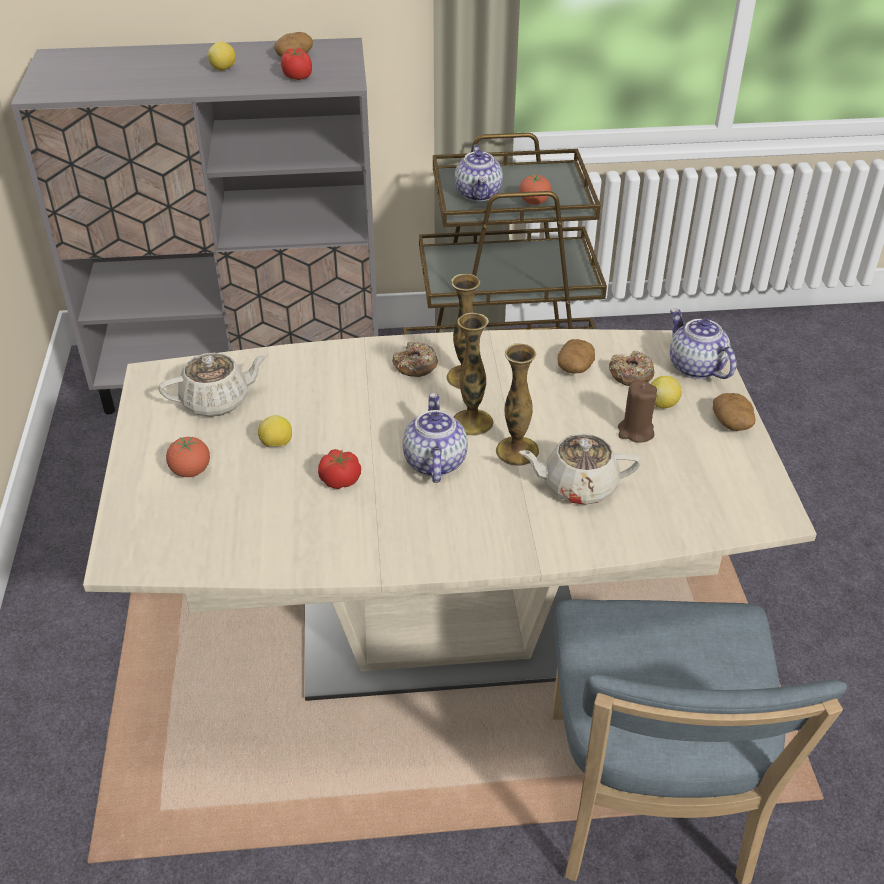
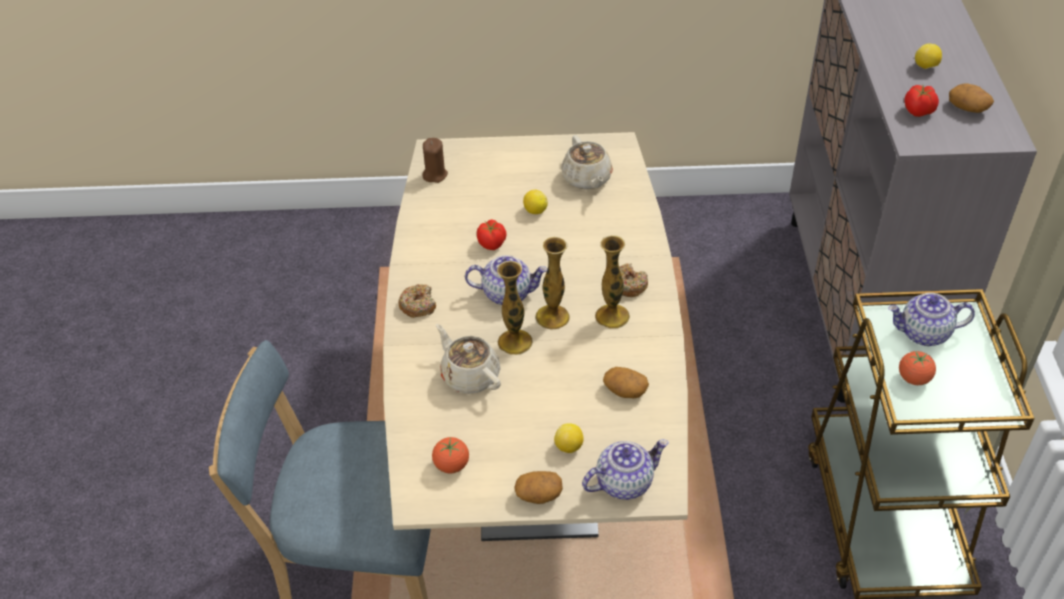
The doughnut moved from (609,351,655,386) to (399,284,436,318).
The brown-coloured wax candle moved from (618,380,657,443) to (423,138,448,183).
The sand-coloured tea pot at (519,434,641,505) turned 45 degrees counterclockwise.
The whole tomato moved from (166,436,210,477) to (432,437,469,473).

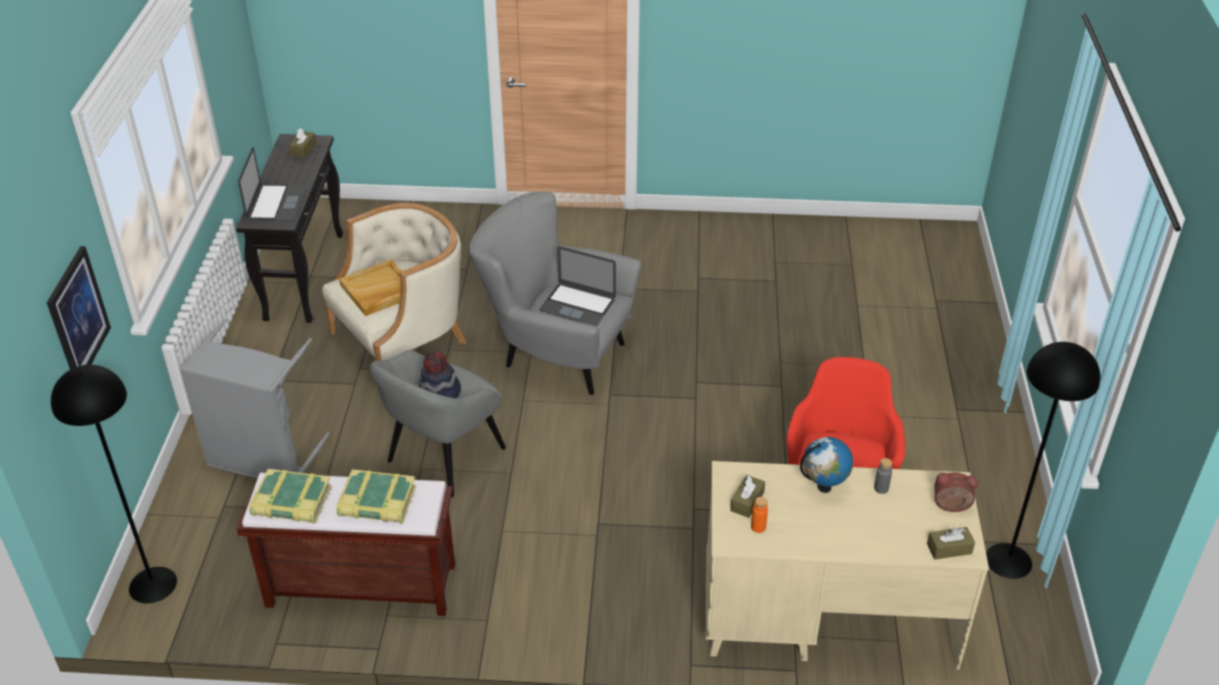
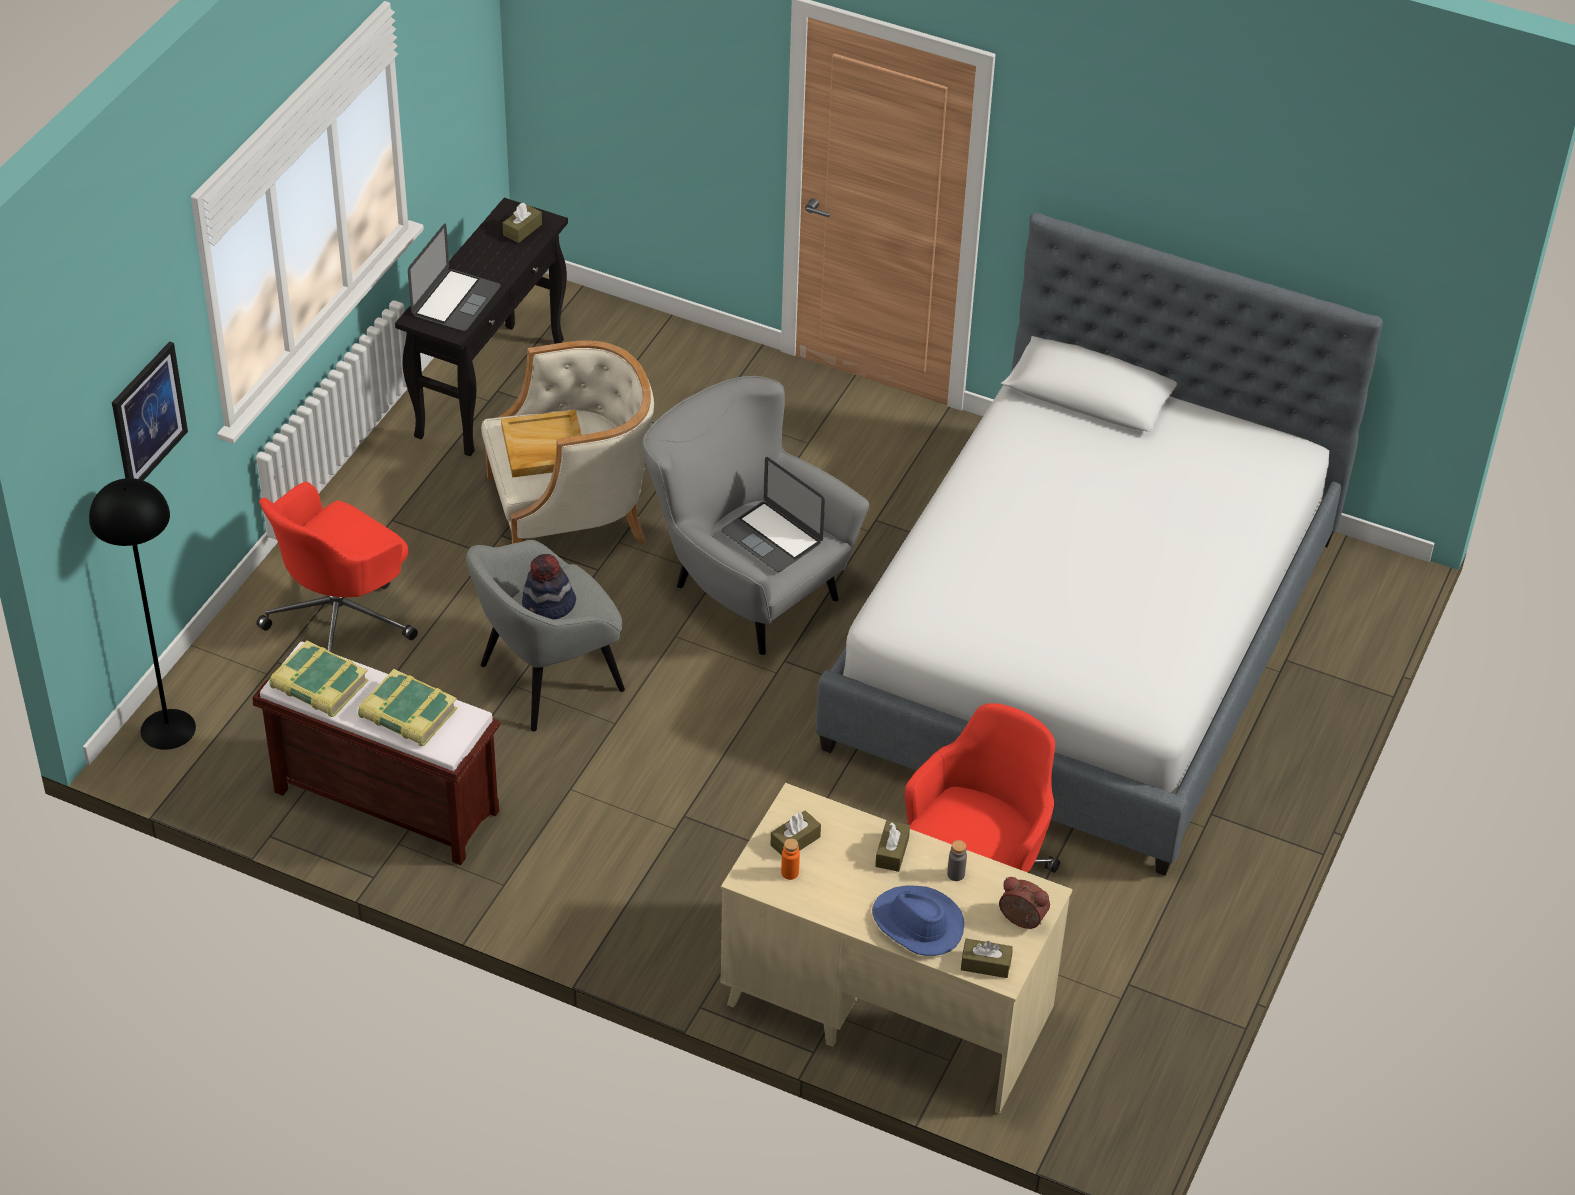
The grey hamper at (180,319,330,479) was replaced by the reddish desk chair at (256,482,418,652).
The black standard lamp at (986,342,1101,579) disappeared.
The world globe at (800,437,853,493) was replaced by the brown-coloured box of tissues at (875,820,910,872).
The bed at (816,213,1383,876) appeared.
The bluish hat at (872,885,964,956) appeared.

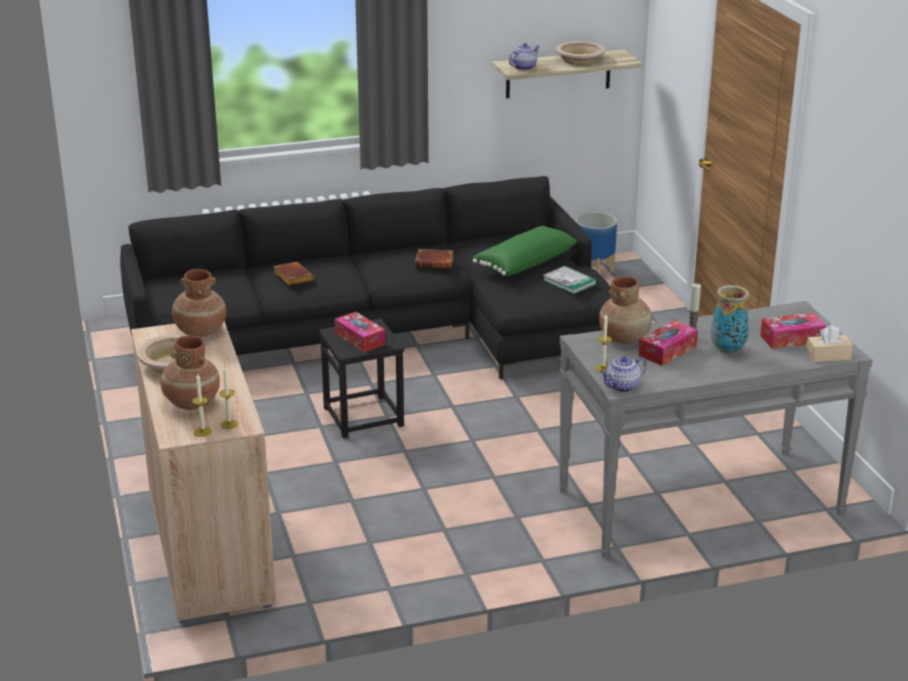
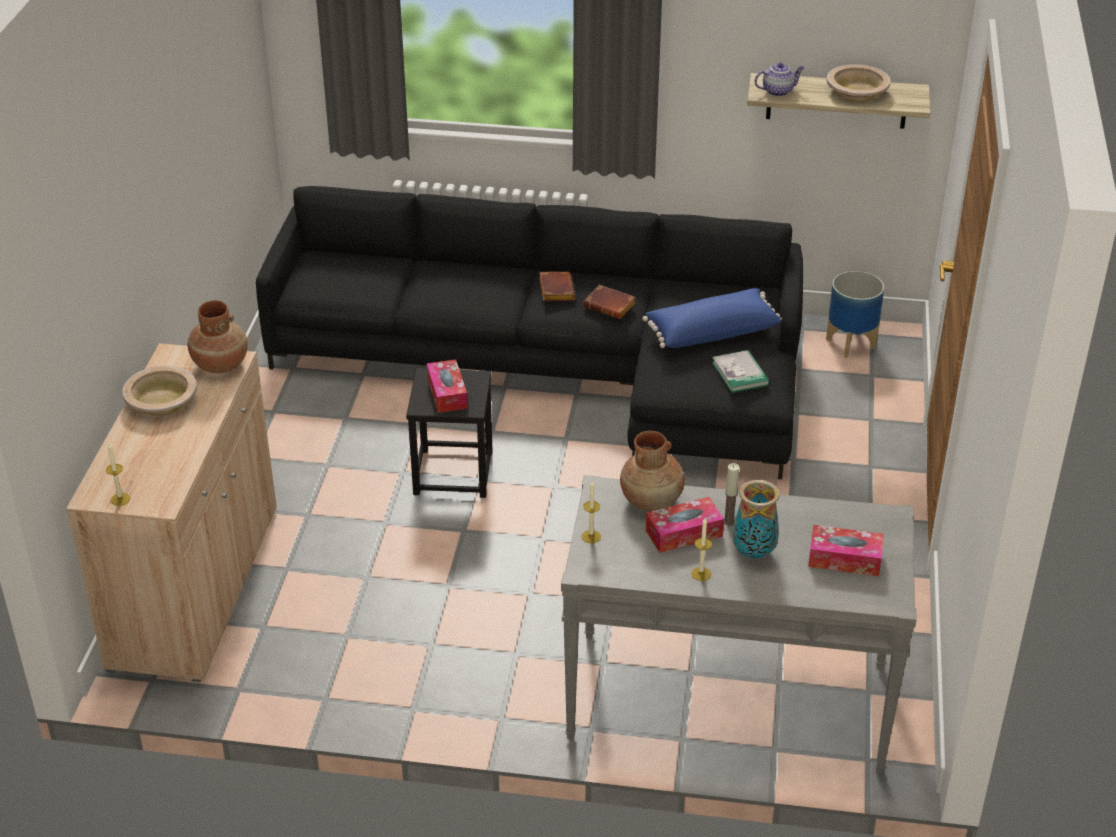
The greenish pillow at (473,226,577,276) became the bluish pillow at (643,288,782,348).
The brown-coloured bound book moved from (273,262,314,286) to (539,272,576,301).
The sand-coloured box of tissues at (806,325,853,362) disappeared.
The brown-coloured vase at (160,336,220,410) disappeared.
The tea pot at (600,356,647,392) disappeared.
The wax candle moved from (219,367,238,429) to (691,518,712,581).

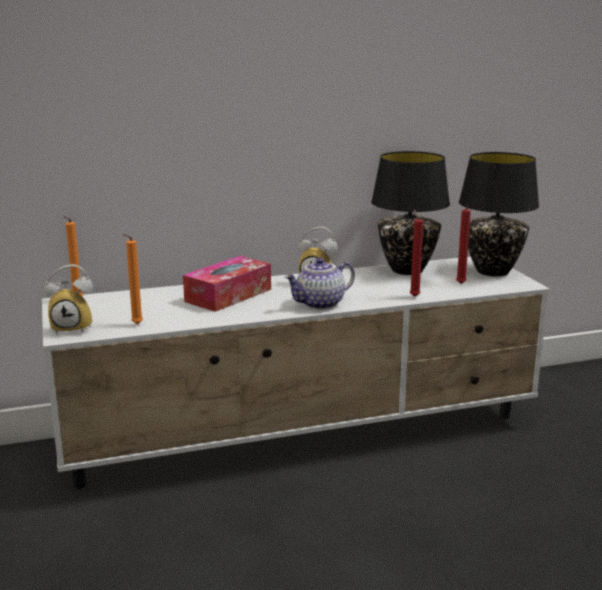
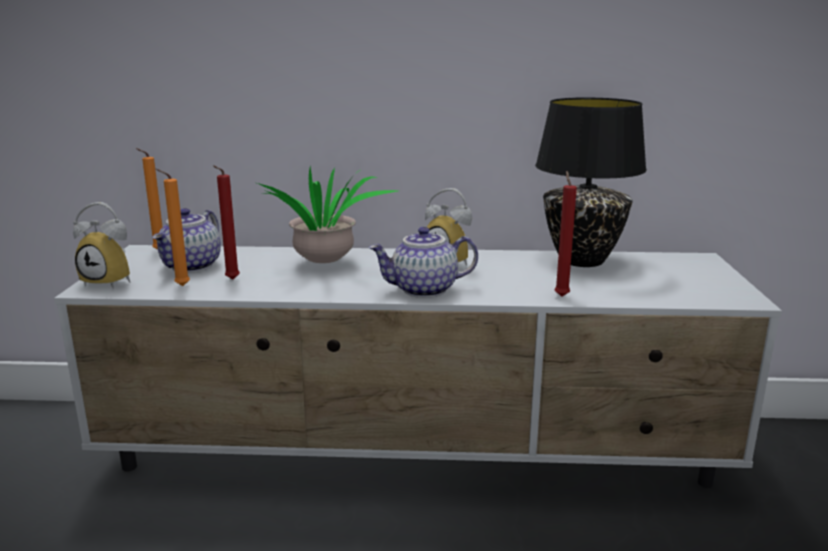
The black tabletop lamp at (459,152,539,276) disappeared.
The reddish wax candle moved from (456,204,471,284) to (213,165,240,280).
The box of tissues at (183,256,271,312) was replaced by the houseplant at (257,166,397,263).
The tea pot at (152,208,221,273) appeared.

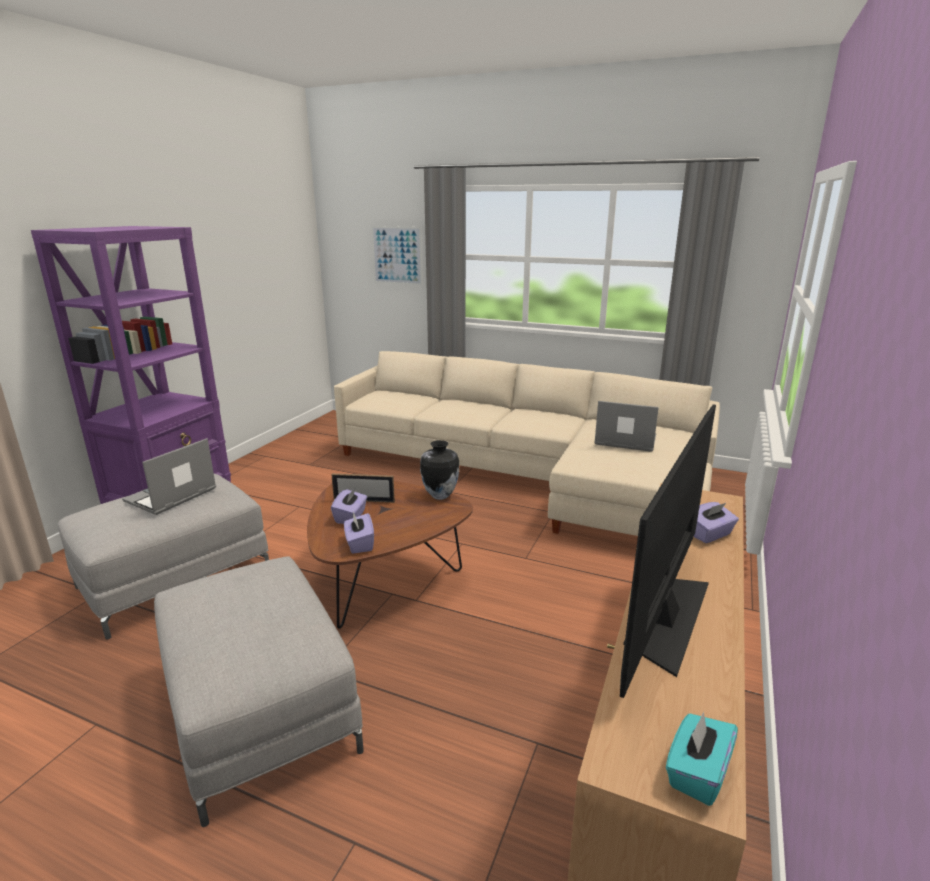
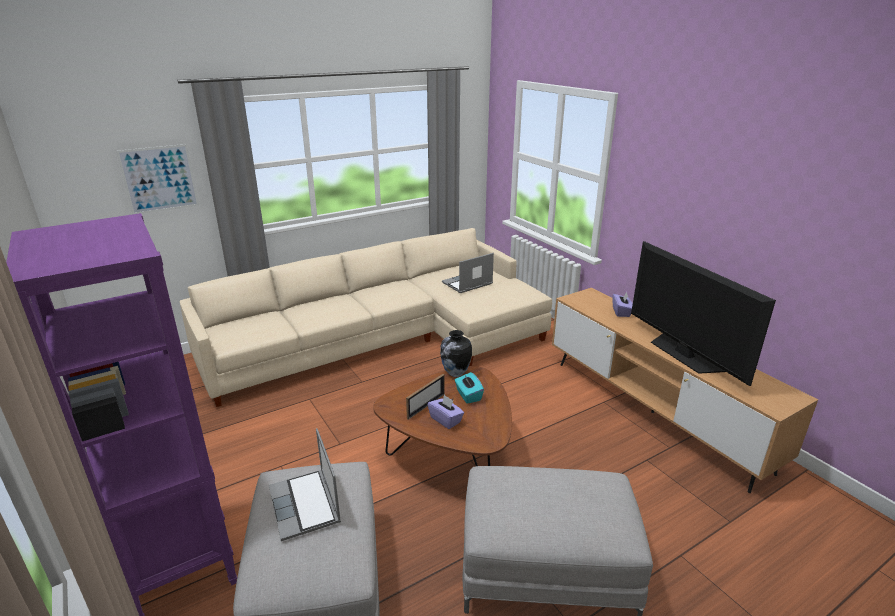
The purple-coloured box of tissues at (344,512,374,553) disappeared.
The turquoise box of tissues moved from (666,712,738,806) to (455,372,484,404).

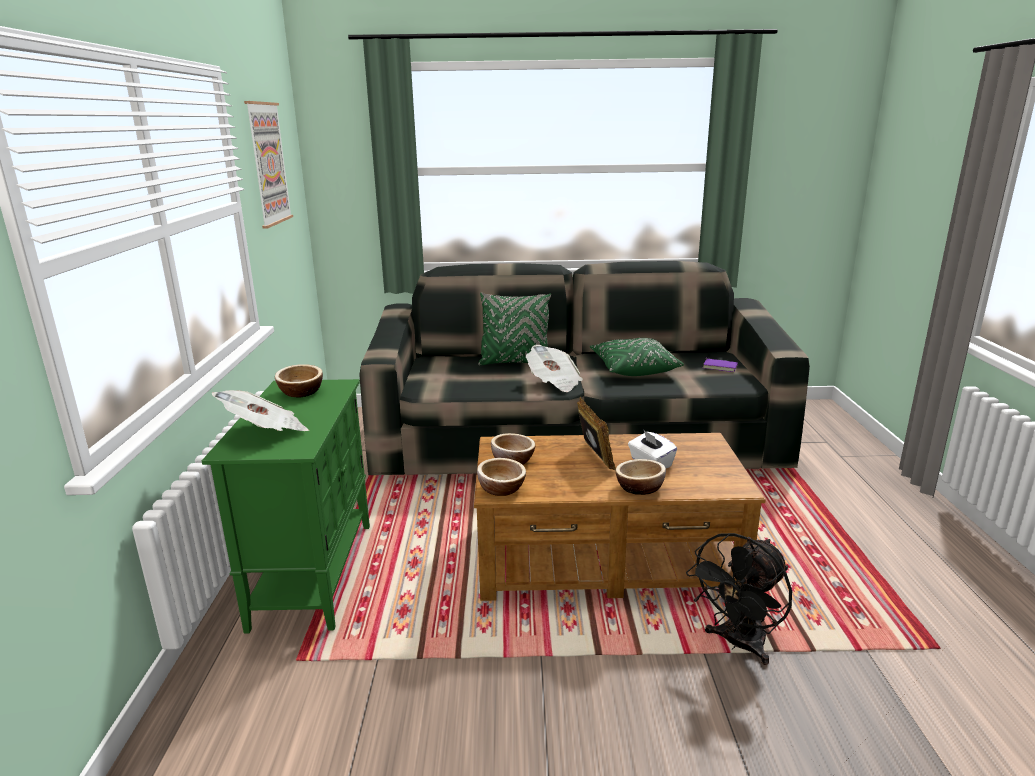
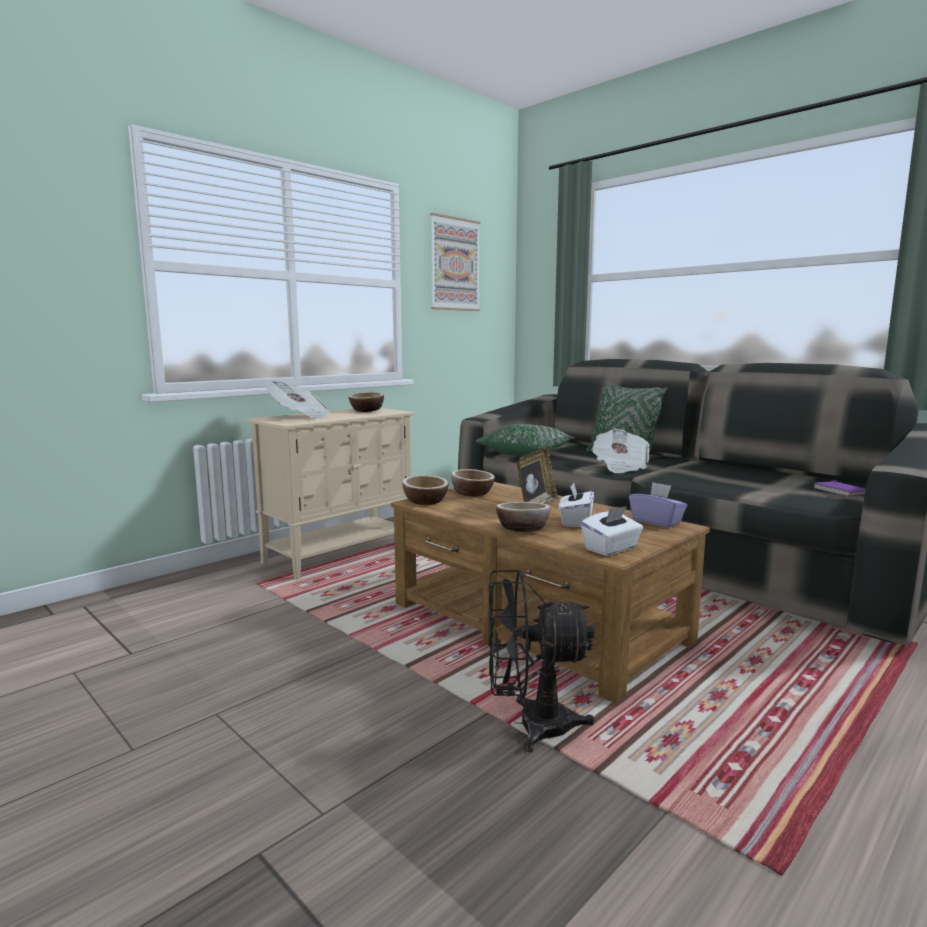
The greenish pillow moved from (590,338,684,376) to (475,424,575,456).
The greenish storage cabinet at (202,379,370,633) became the sand-coloured storage cabinet at (246,408,415,580).
The purple-coloured box of tissues at (629,482,687,528) appeared.
The white box of tissues at (581,506,643,556) appeared.

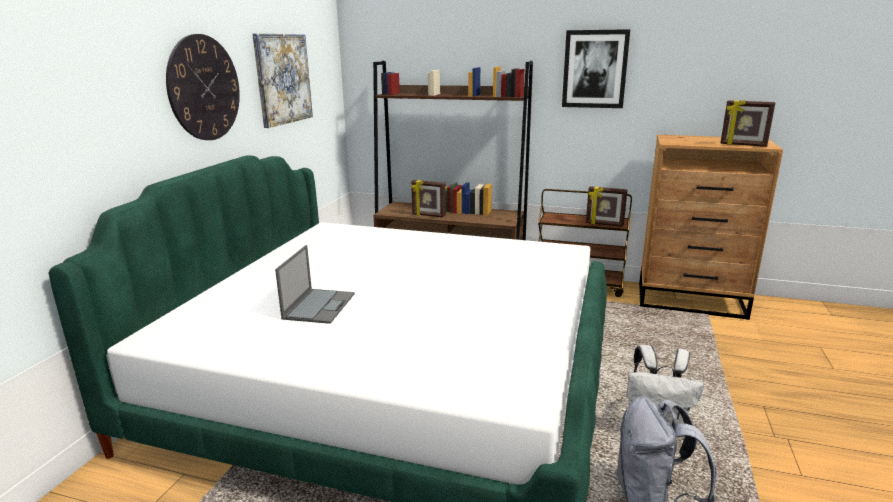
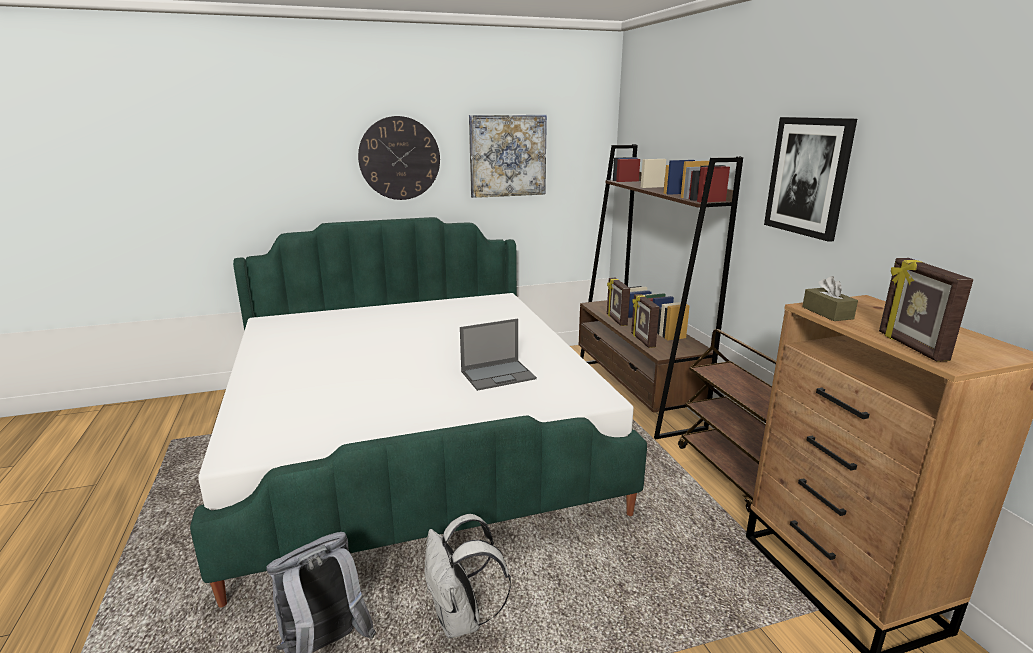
The picture frame moved from (586,186,627,227) to (631,294,659,348).
The laptop moved from (275,245,355,324) to (460,318,537,391).
The brown-coloured box of tissues at (802,276,858,321) appeared.

